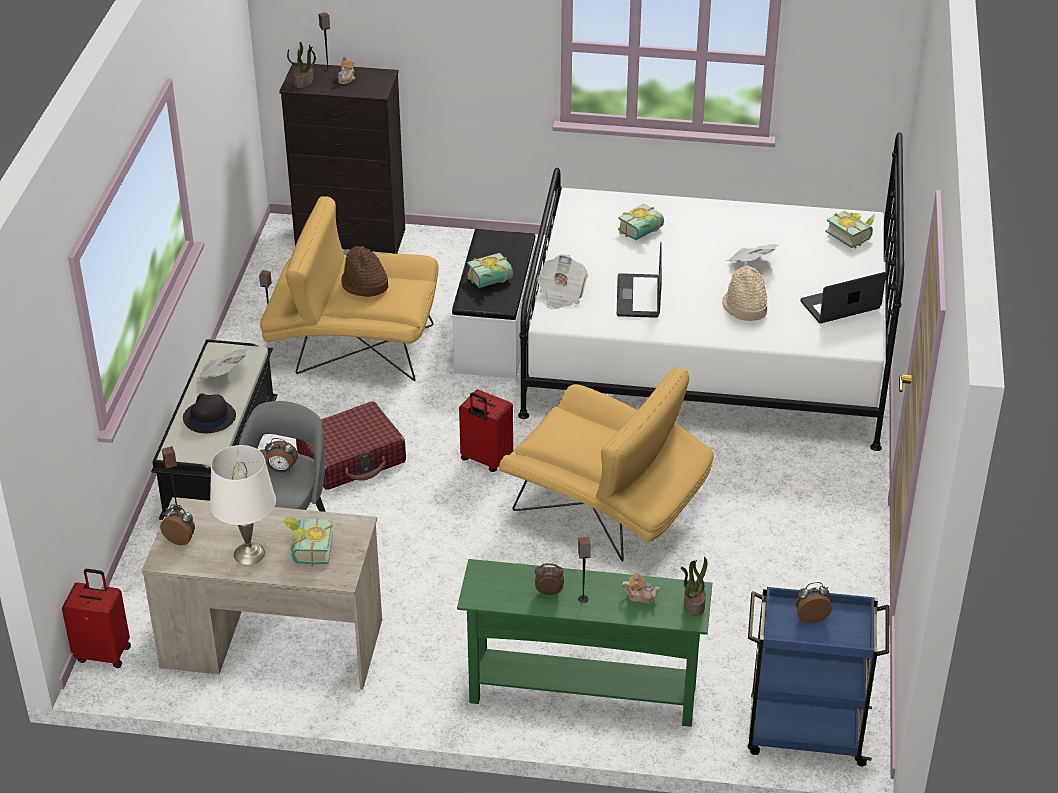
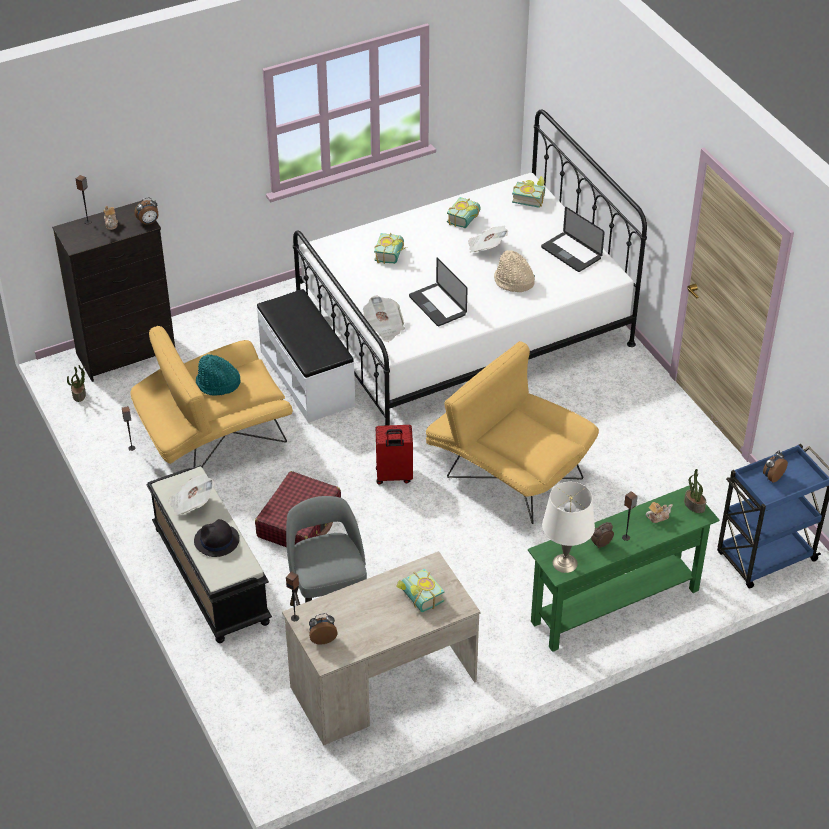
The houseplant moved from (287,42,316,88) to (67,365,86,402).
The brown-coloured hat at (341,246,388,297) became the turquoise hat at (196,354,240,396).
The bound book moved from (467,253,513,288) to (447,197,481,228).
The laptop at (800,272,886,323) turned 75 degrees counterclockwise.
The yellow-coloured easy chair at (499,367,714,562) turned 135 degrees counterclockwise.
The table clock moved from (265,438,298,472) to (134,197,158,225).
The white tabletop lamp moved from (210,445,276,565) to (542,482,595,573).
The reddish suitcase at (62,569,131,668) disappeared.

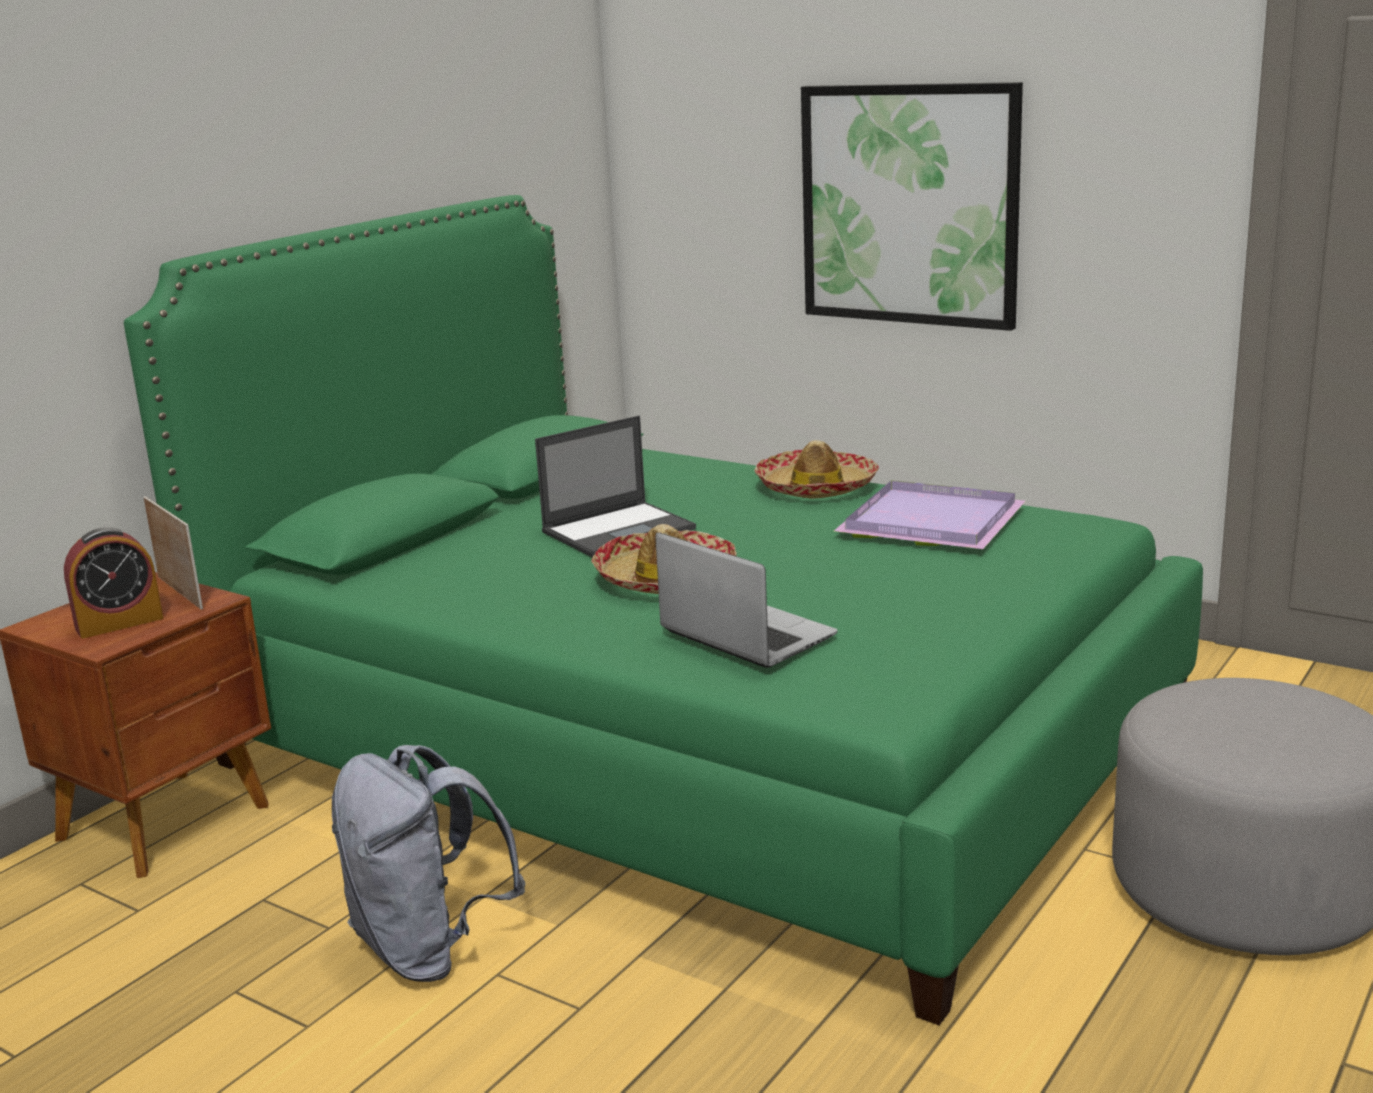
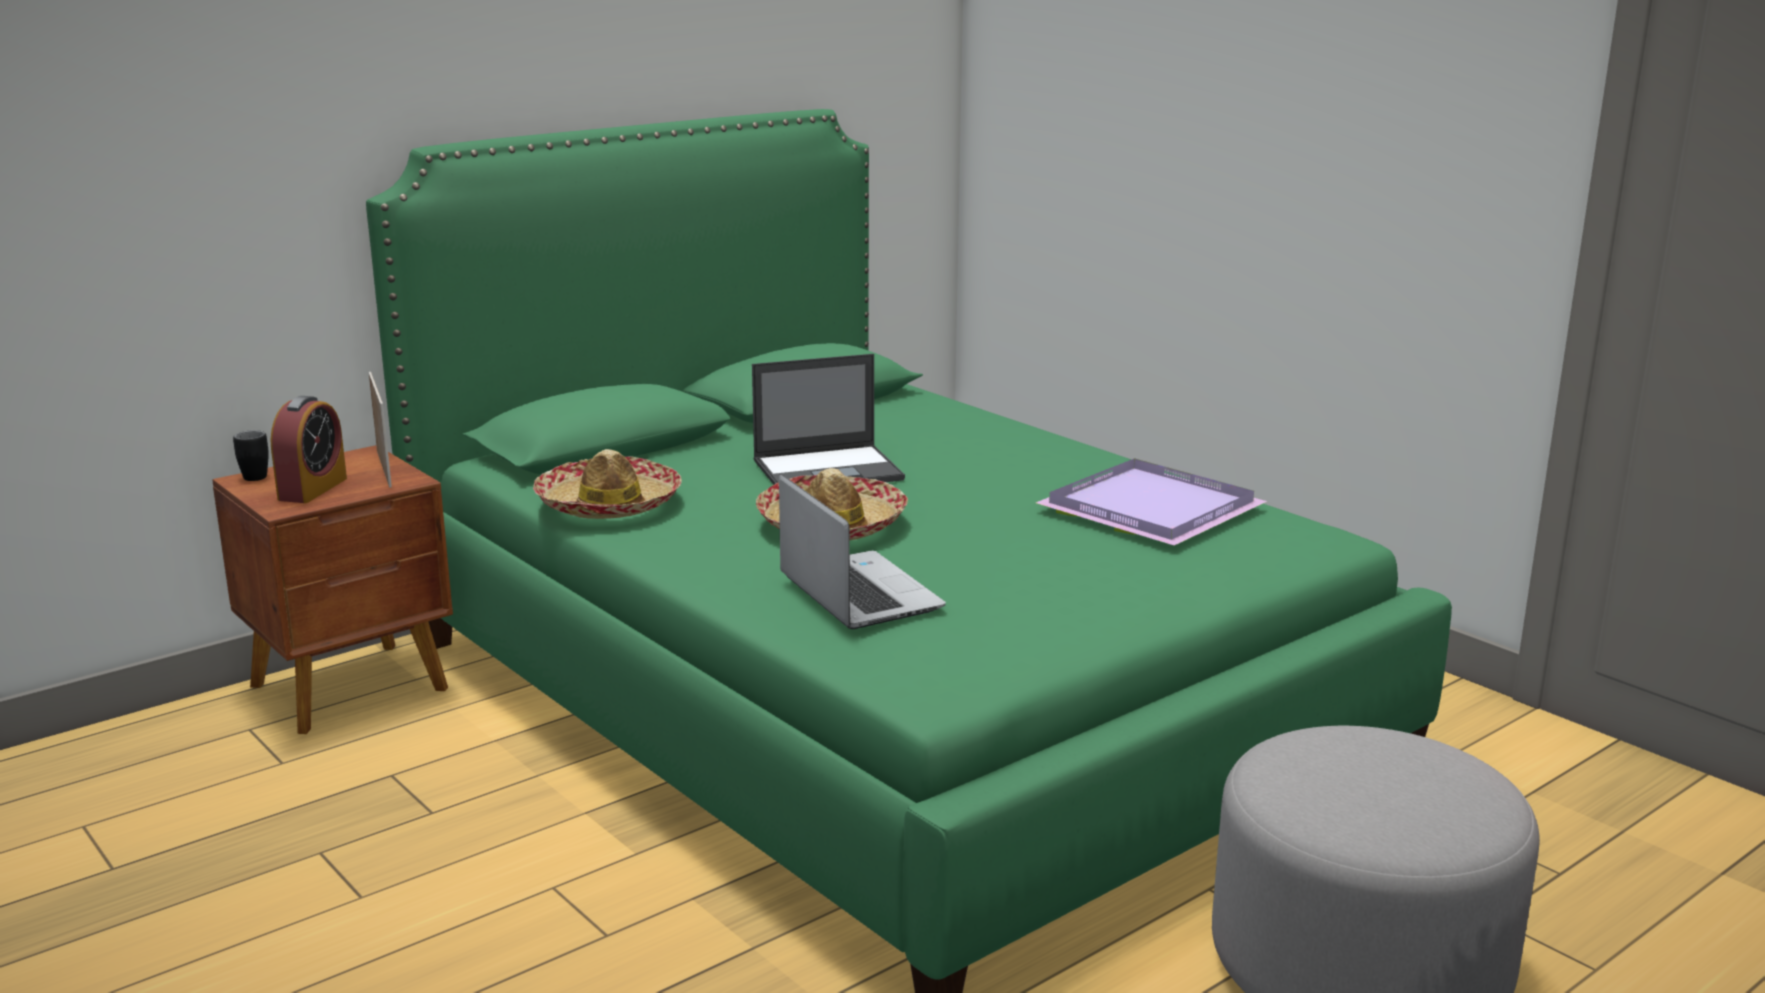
The picture at (801,82,1023,331) disappeared.
The hat moved from (754,440,879,499) to (533,449,682,519).
The table clock at (64,527,163,638) turned 60 degrees counterclockwise.
The grey backpack at (332,745,526,982) disappeared.
The black tea mug at (233,430,269,481) appeared.

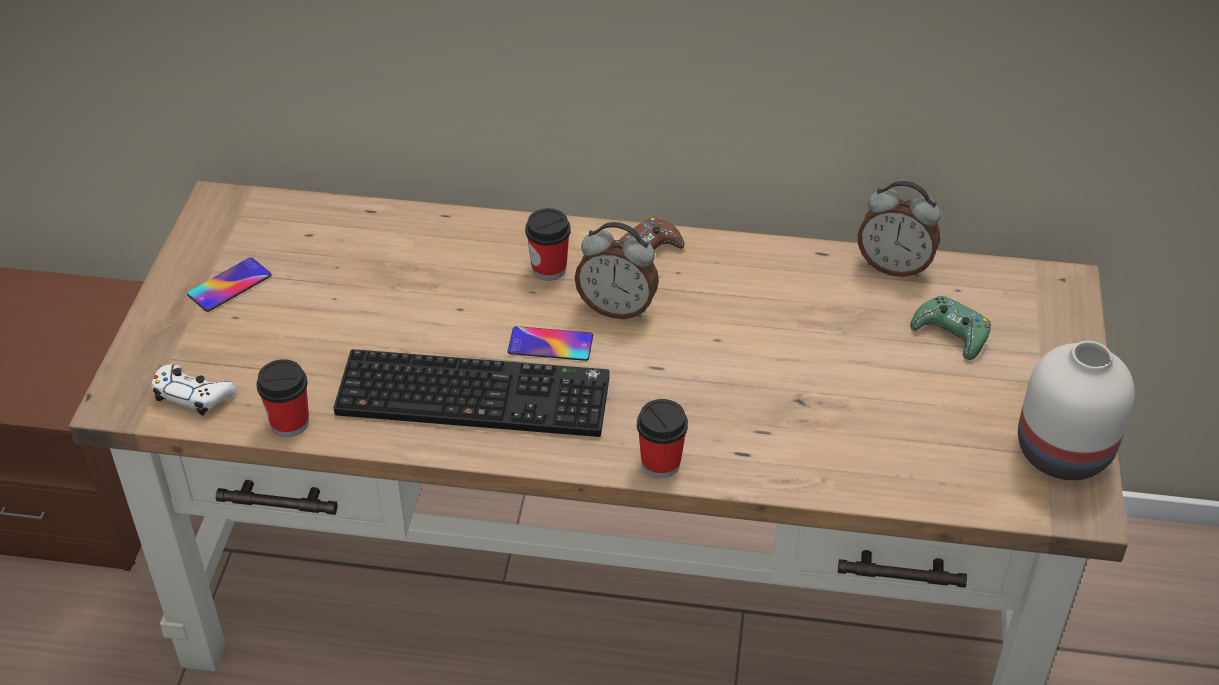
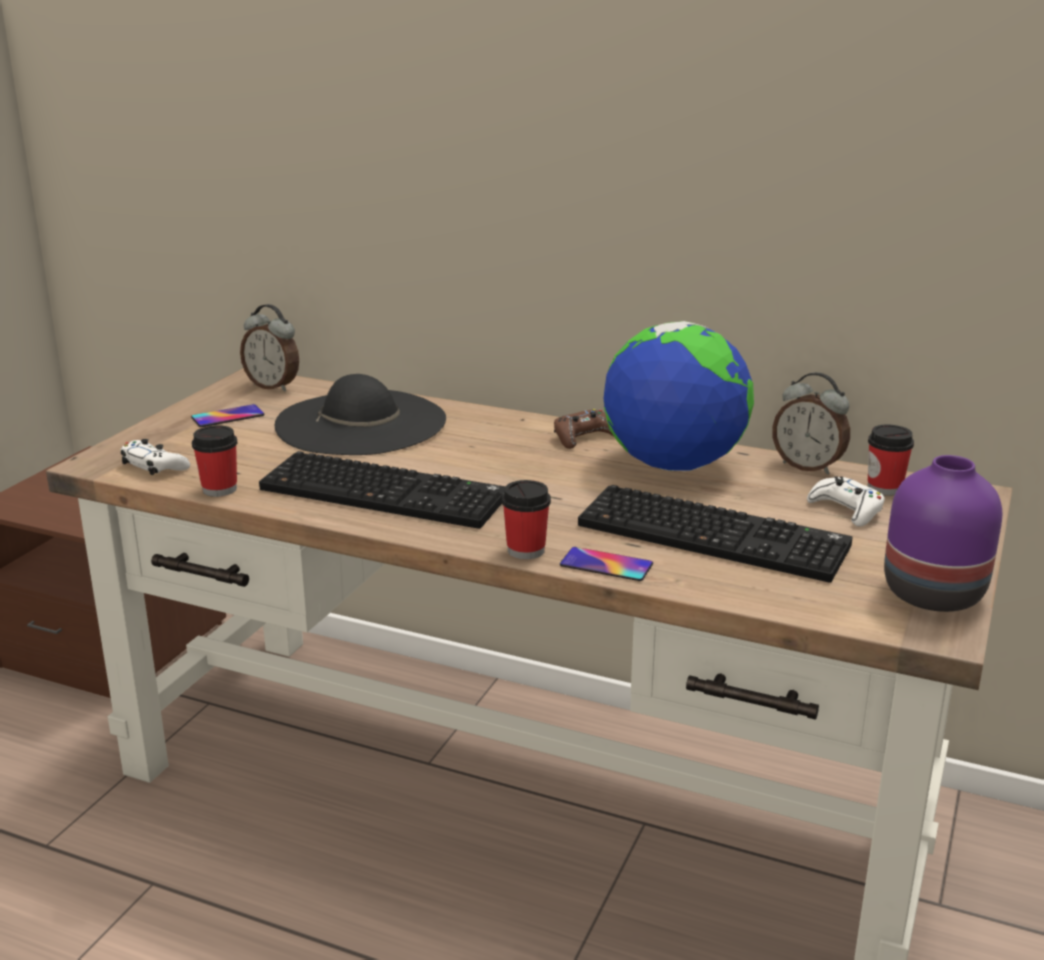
The cup moved from (525,208,571,280) to (868,425,914,496).
The table clock moved from (575,222,659,319) to (240,304,299,392).
The greenish joypad at (910,296,991,360) became the white joypad at (807,476,885,527).
The phone moved from (508,326,593,361) to (560,547,653,581).
The white vase at (1018,341,1135,480) became the purple-coloured vase at (884,455,1002,612).
The world globe at (604,321,754,471) appeared.
The black hat at (275,374,446,455) appeared.
The PC keyboard at (578,485,853,583) appeared.

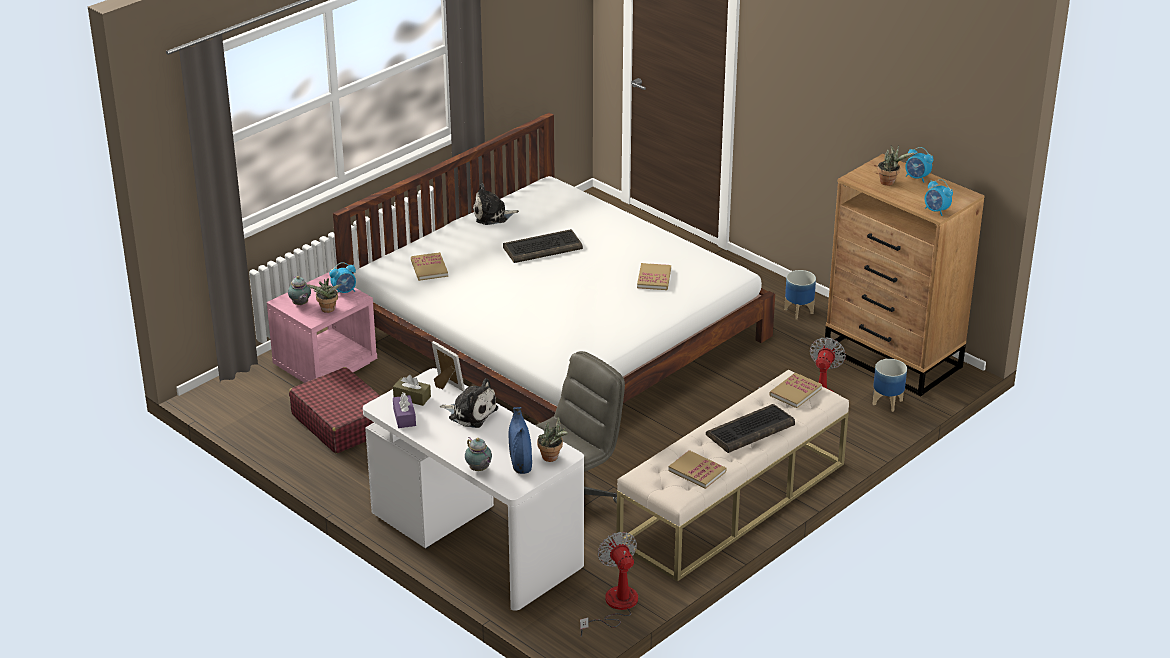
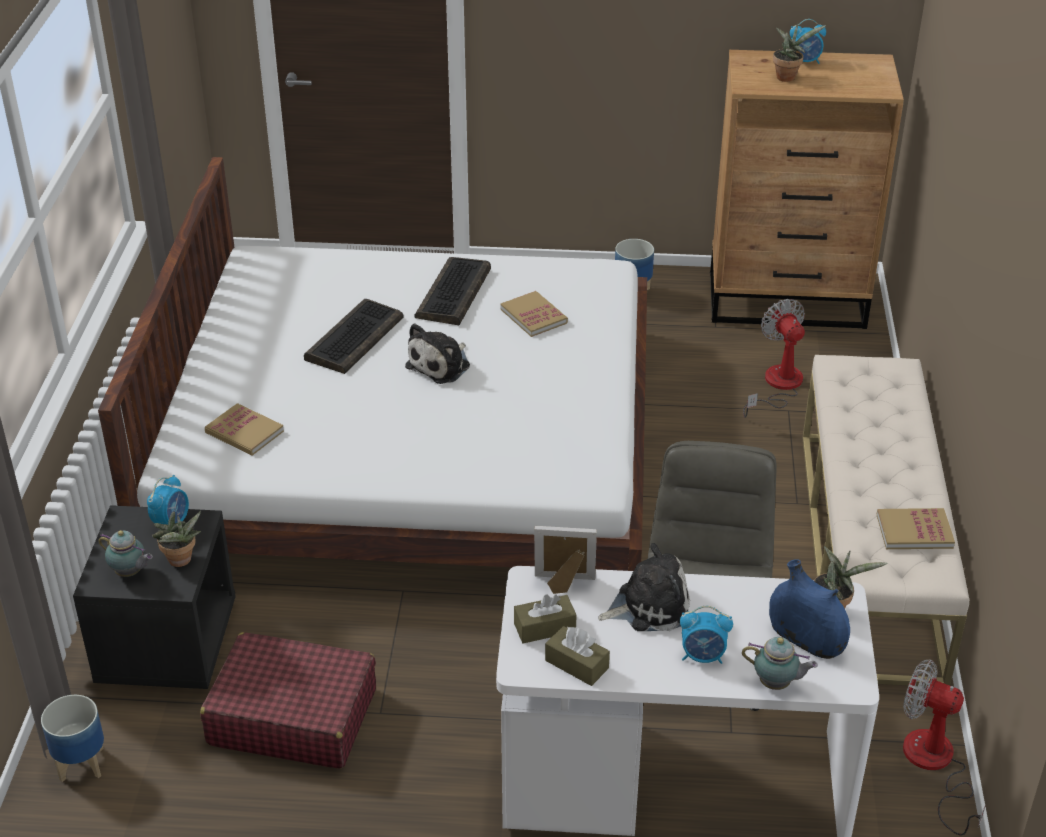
The table clock moved from (925,179,953,216) to (680,606,733,664).
The cuddly toy moved from (473,183,519,225) to (405,323,470,384).
The pink-coloured night table at (267,273,377,383) became the black night table at (73,505,236,689).
The planter moved from (873,359,907,412) to (41,695,104,782).
The bound book at (770,373,822,408) disappeared.
The purple-coloured box of tissues at (393,392,416,428) became the brown-coloured box of tissues at (545,626,610,686).
The PC keyboard moved from (706,404,795,453) to (414,257,491,325).

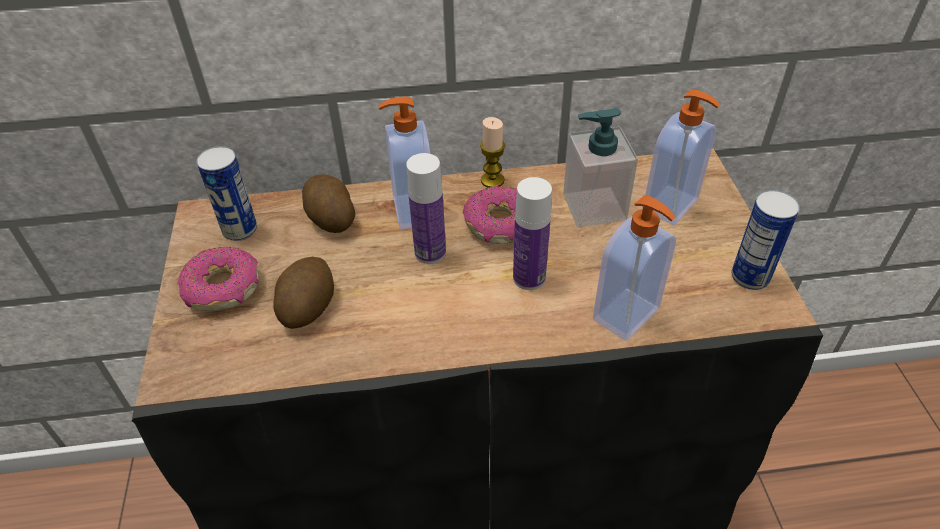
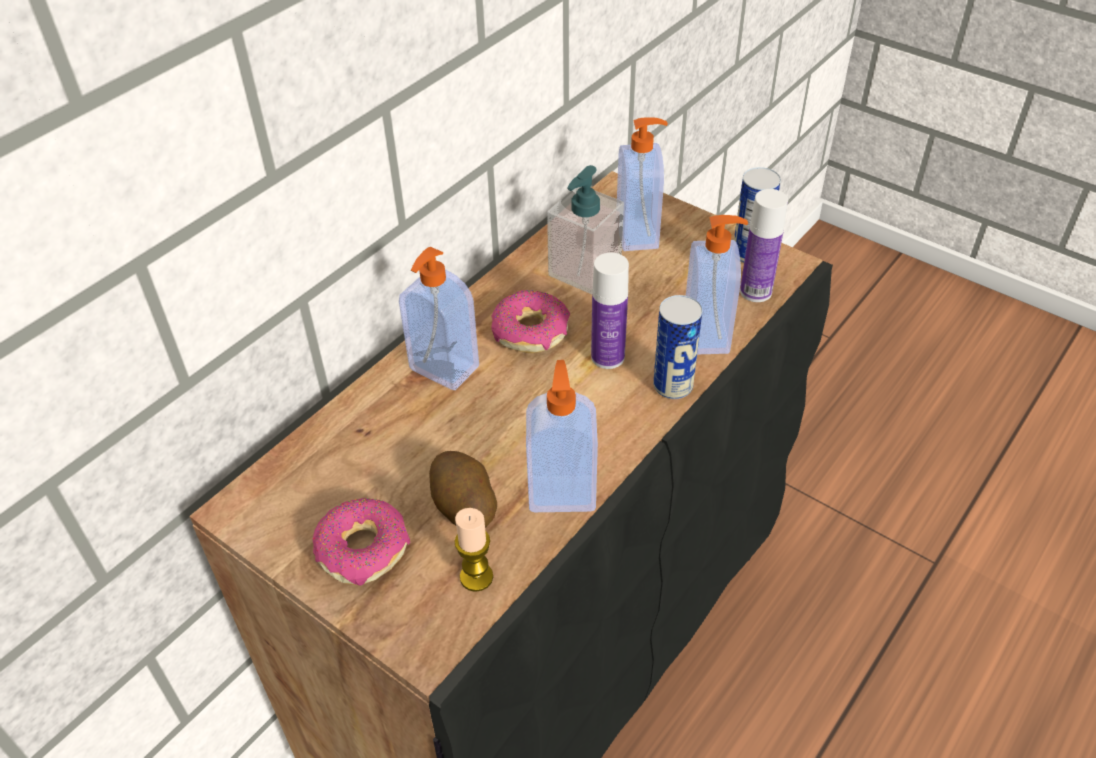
The wax candle moved from (480,117,505,188) to (454,508,493,592).
The metal can moved from (196,146,257,241) to (653,295,702,399).
The drink bottle moved from (406,153,446,264) to (740,189,788,302).
The whole potato at (302,175,355,233) disappeared.
The soap dispenser at (526,360,598,512) appeared.

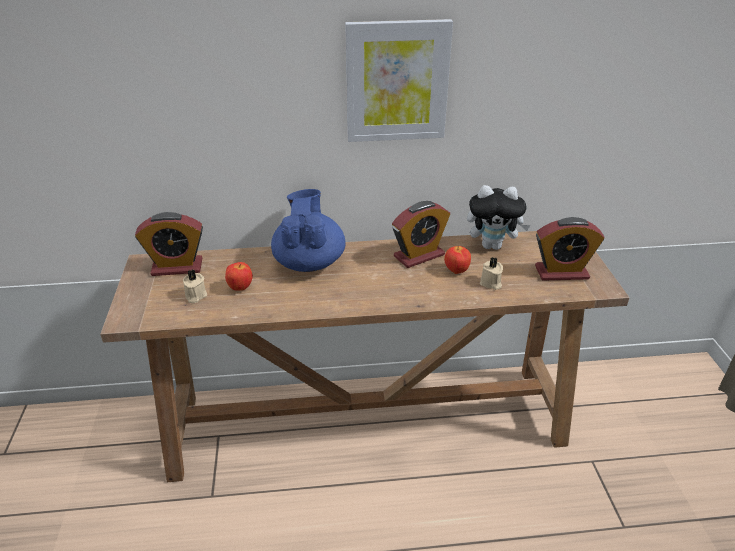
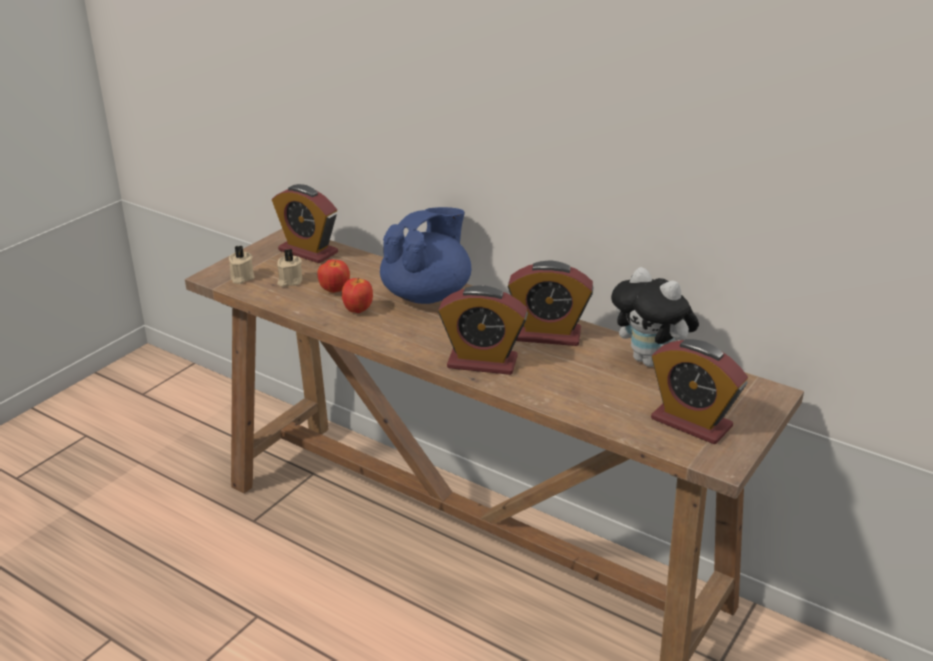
The picture at (345,19,453,142) disappeared.
The whole apple moved from (444,246,471,274) to (342,277,373,313).
The sand-coloured wax candle moved from (480,257,503,290) to (229,245,254,284).
The table clock at (438,285,528,375) appeared.

